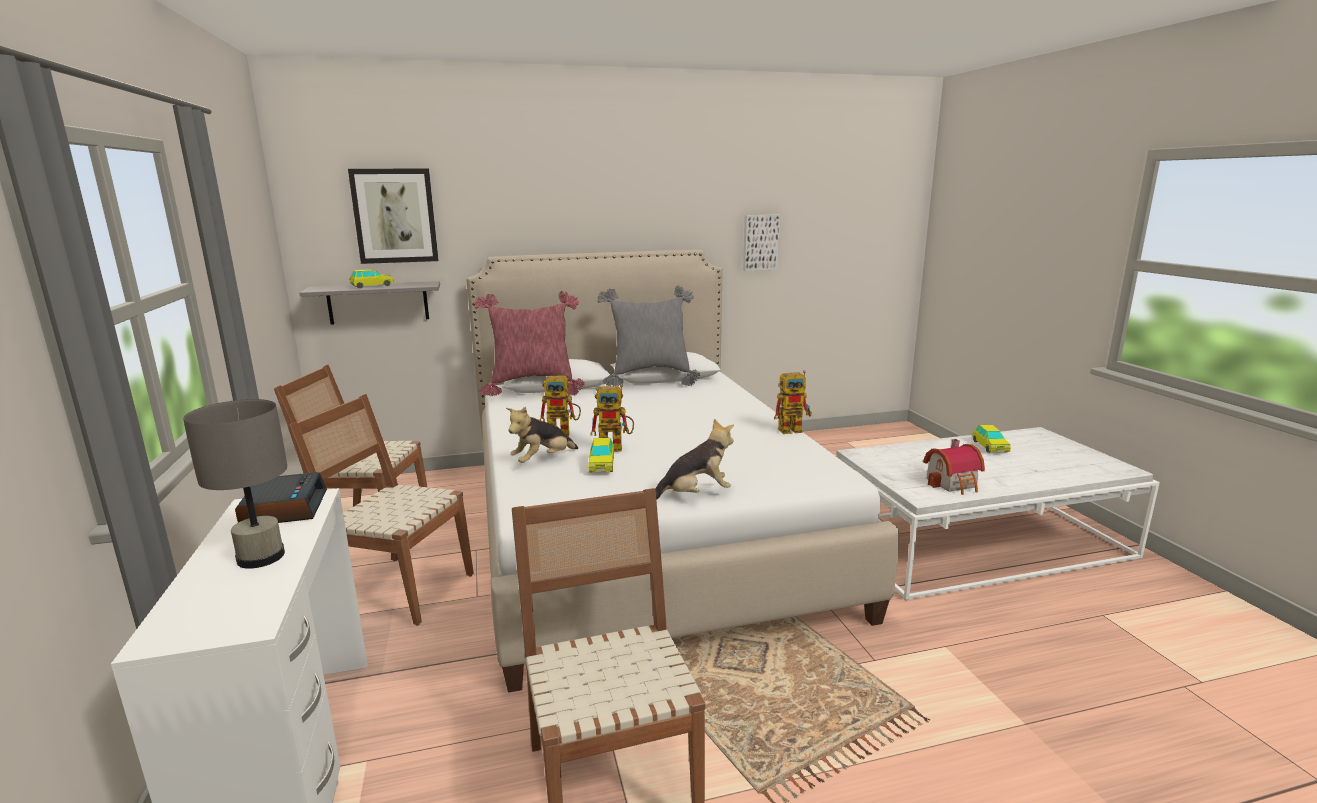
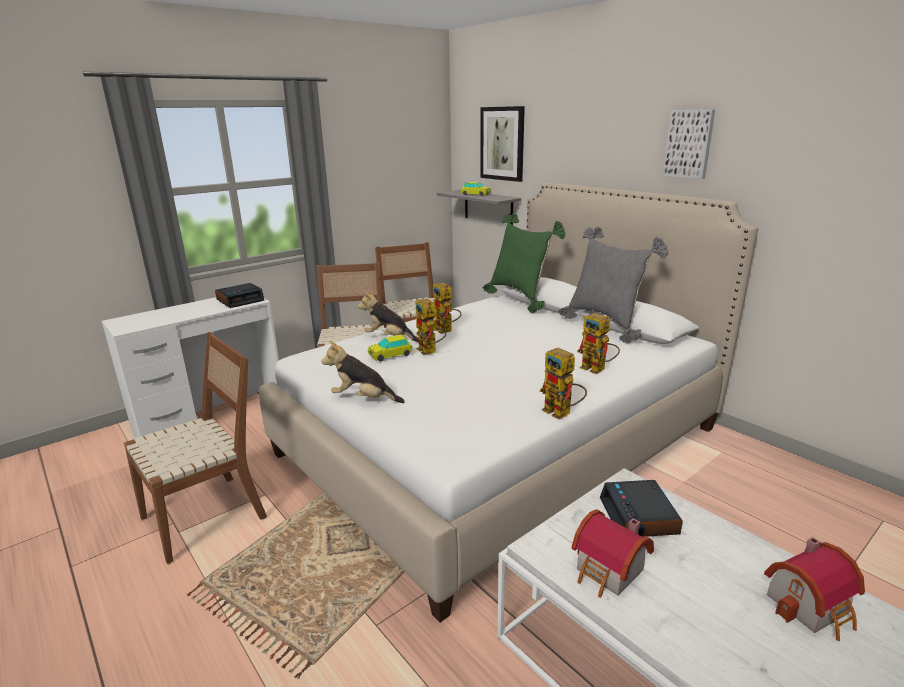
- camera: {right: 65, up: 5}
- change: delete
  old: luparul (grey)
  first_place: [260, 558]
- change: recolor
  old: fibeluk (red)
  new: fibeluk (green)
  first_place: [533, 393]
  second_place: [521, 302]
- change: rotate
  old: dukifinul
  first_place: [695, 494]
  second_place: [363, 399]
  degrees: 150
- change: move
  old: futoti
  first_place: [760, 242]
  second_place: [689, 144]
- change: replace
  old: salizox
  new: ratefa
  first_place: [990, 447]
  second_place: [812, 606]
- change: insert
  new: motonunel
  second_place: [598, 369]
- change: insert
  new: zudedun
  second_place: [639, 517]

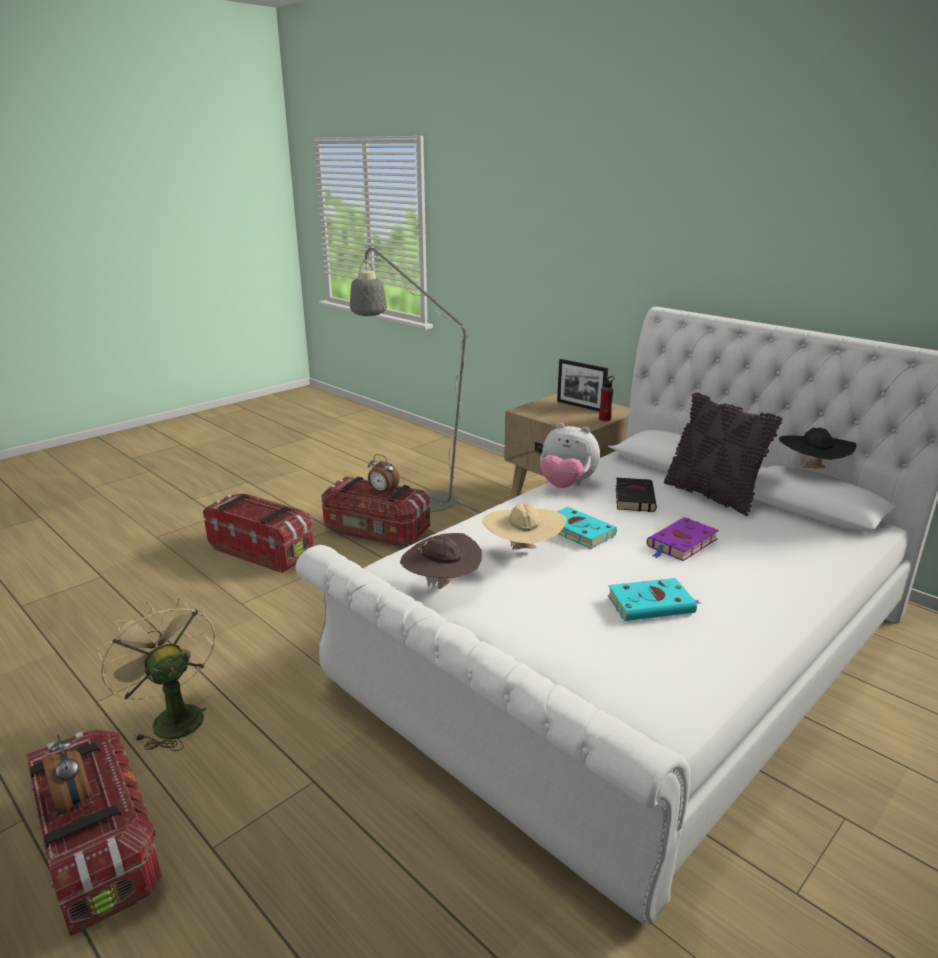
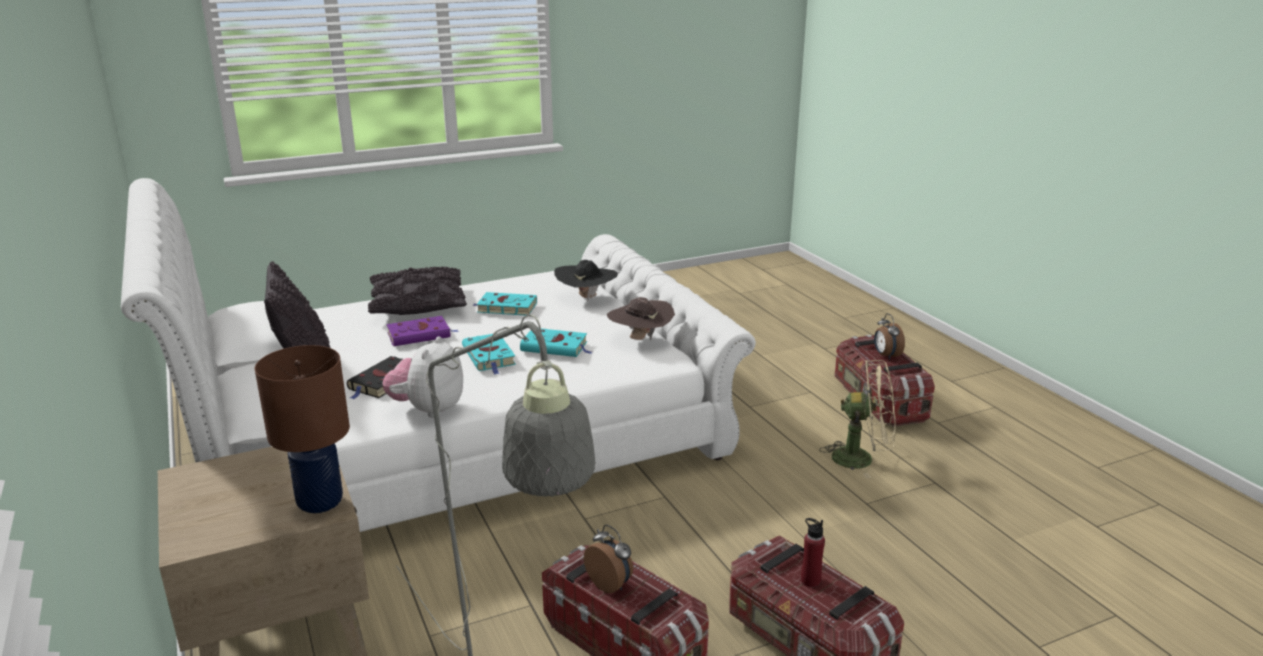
- camera: {right: -160, up: 0}
- change: rotate
  old: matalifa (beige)
  first_place: [172, 717]
  second_place: [861, 458]
  degrees: -60
- change: replace
  old: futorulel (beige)
  new: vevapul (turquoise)
  first_place: [523, 551]
  second_place: [556, 347]
- change: rotate
  old: dukifinul
  first_place: [566, 485]
  second_place: [428, 410]
  degrees: -120
- change: delete
  old: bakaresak
  first_place: [580, 406]
- change: move
  old: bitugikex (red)
  first_place: [604, 419]
  second_place: [810, 580]
- change: move
  old: futorulel (black)
  first_place: [811, 470]
  second_place: [586, 298]
- change: insert
  new: luparul (brown)
  second_place: [320, 505]
- change: insert
  new: fibeluk (black)
  second_place: [418, 305]

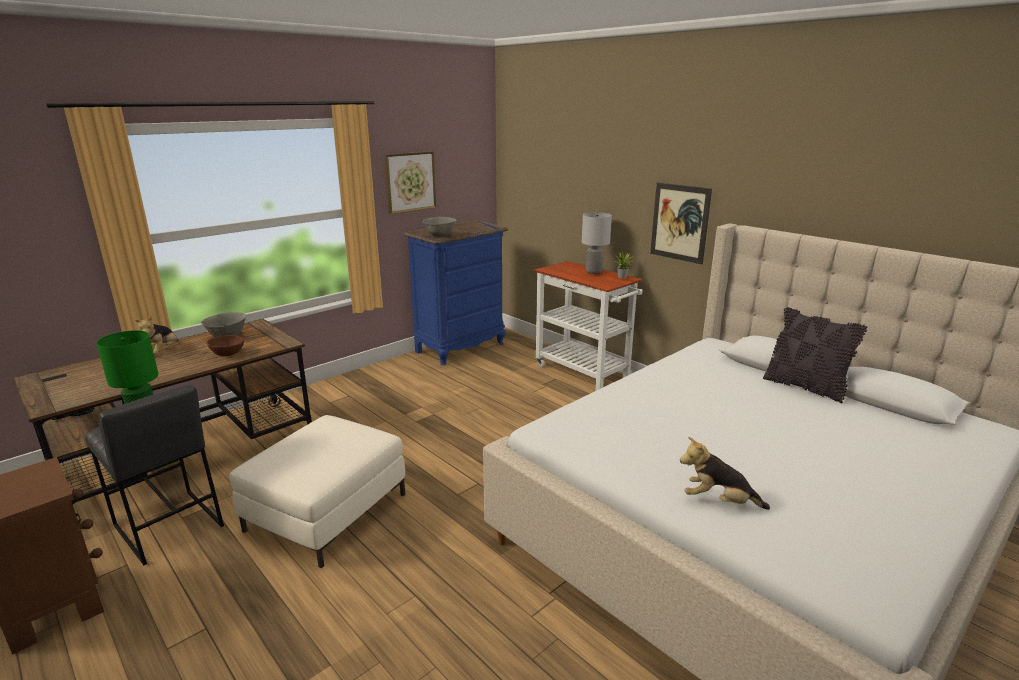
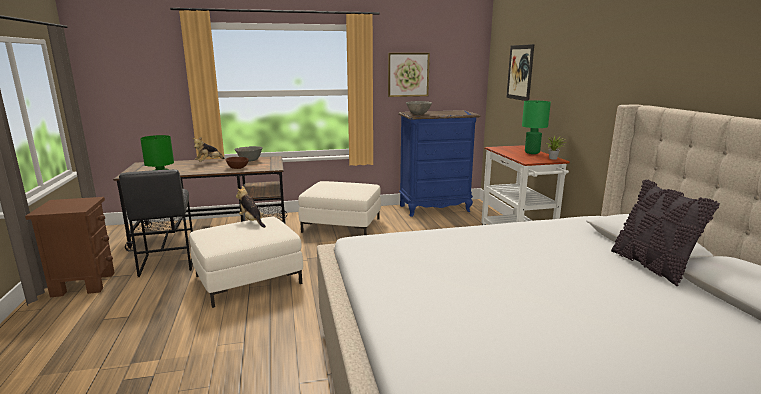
- camera: {right: 30, up: -5}
- change: recolor
  old: luparul (grey)
  new: luparul (green)
  first_place: [593, 273]
  second_place: [532, 153]
- change: move
  old: futoti
  first_place: [679, 222]
  second_place: [520, 72]
- change: move
  old: dukifinul
  first_place: [718, 501]
  second_place: [252, 221]
- change: insert
  new: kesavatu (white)
  second_place: [341, 225]

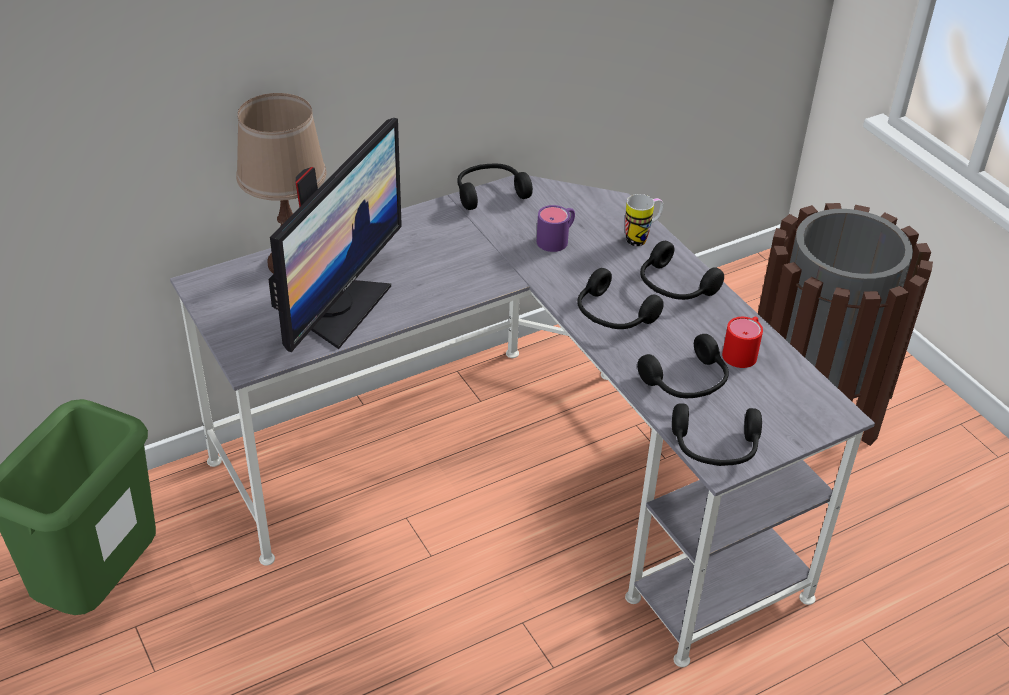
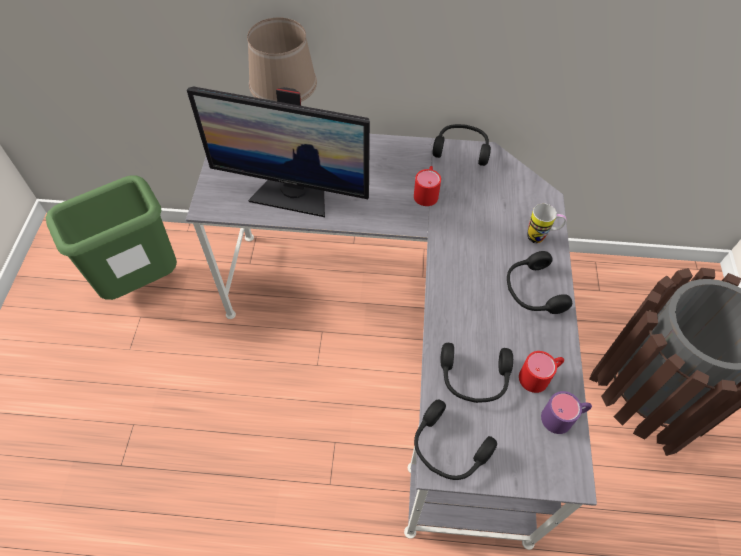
- camera: {right: 35, up: 15}
- change: rotate
  old: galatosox
  first_place: [341, 309]
  second_place: [292, 194]
  degrees: 45
- change: move
  old: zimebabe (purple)
  first_place: [557, 239]
  second_place: [563, 417]
- change: delete
  old: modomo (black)
  first_place: [612, 315]
- change: insert
  new: zimebabe (red)
  second_place: [427, 192]

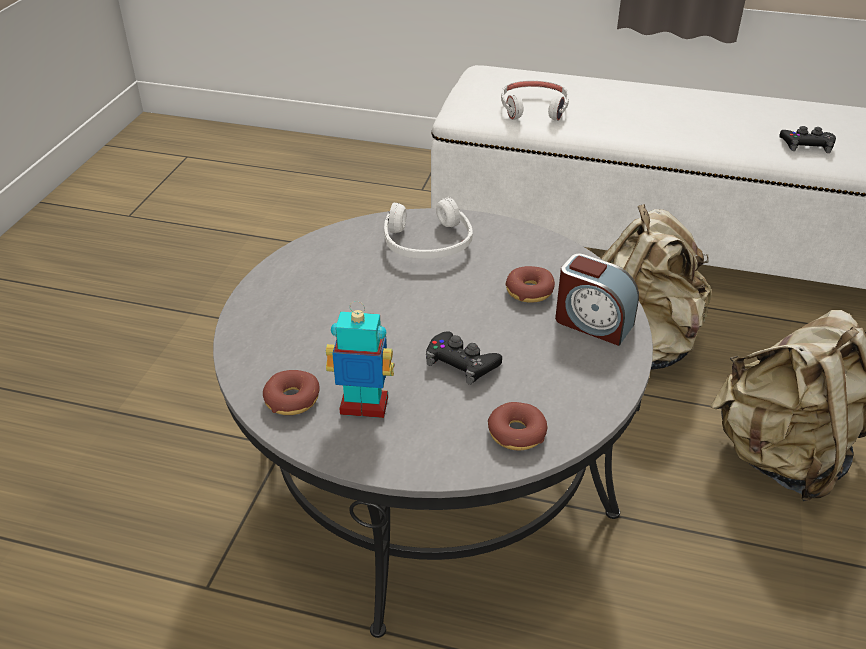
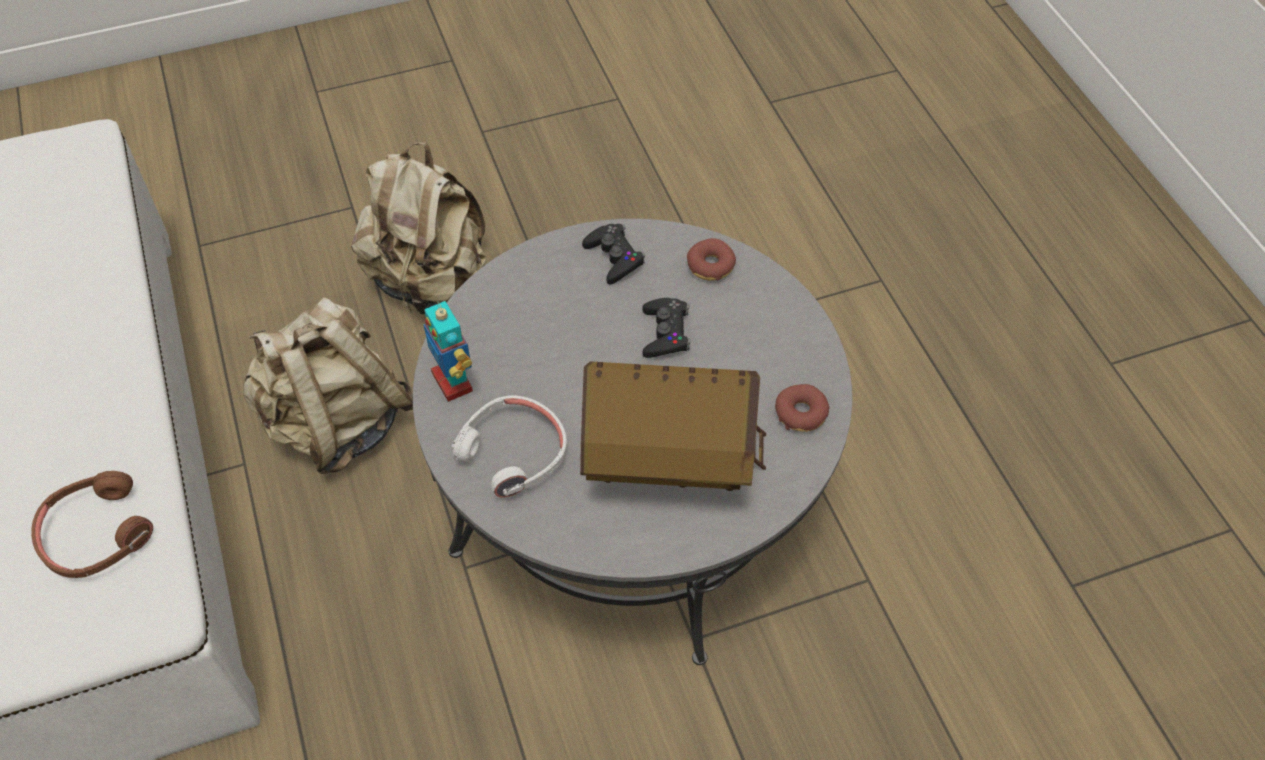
- camera: {right: -125, up: 15}
- change: move
  old: motonunel
  first_place: [364, 407]
  second_place: [453, 381]
- change: recolor
  old: modomo (white)
  new: modomo (brown)
  first_place: [534, 108]
  second_place: [96, 533]
- change: delete
  old: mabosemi
  first_place: [529, 291]
- change: delete
  old: zudedun
  first_place: [592, 323]
- change: move
  old: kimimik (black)
  first_place: [806, 145]
  second_place: [614, 257]
- change: insert
  new: ratefa
  second_place: [669, 461]

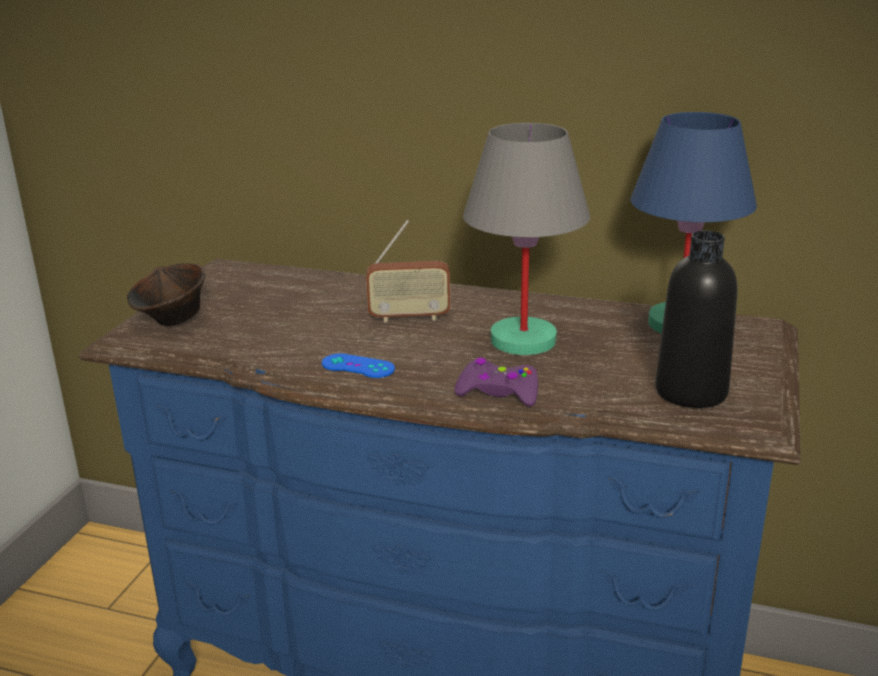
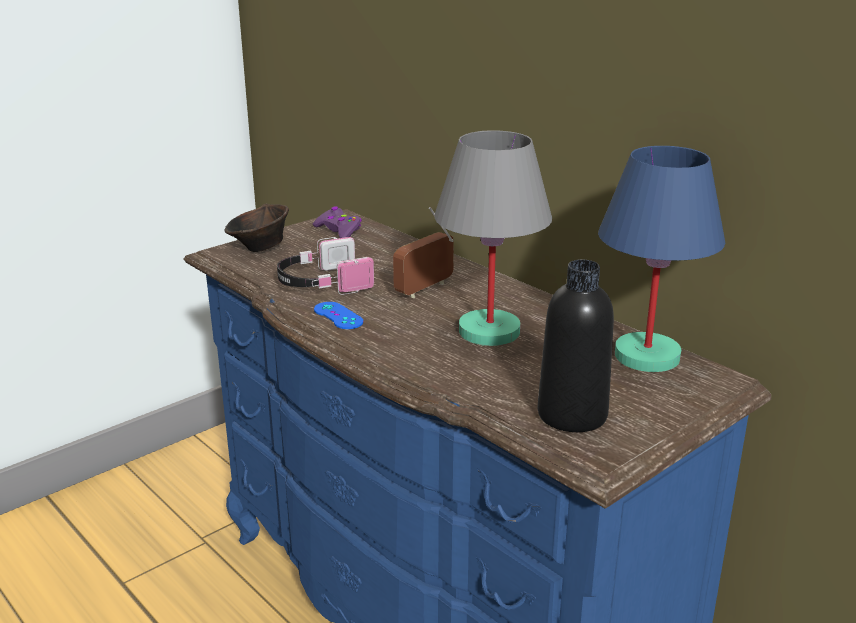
- camera: {right: 30, up: 0}
- change: rotate
  old: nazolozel
  first_place: [409, 317]
  second_place: [424, 289]
  degrees: 105
- change: move
  old: kimimik (purple)
  first_place: [498, 392]
  second_place: [338, 230]
- change: insert
  new: modomo
  second_place: [322, 283]

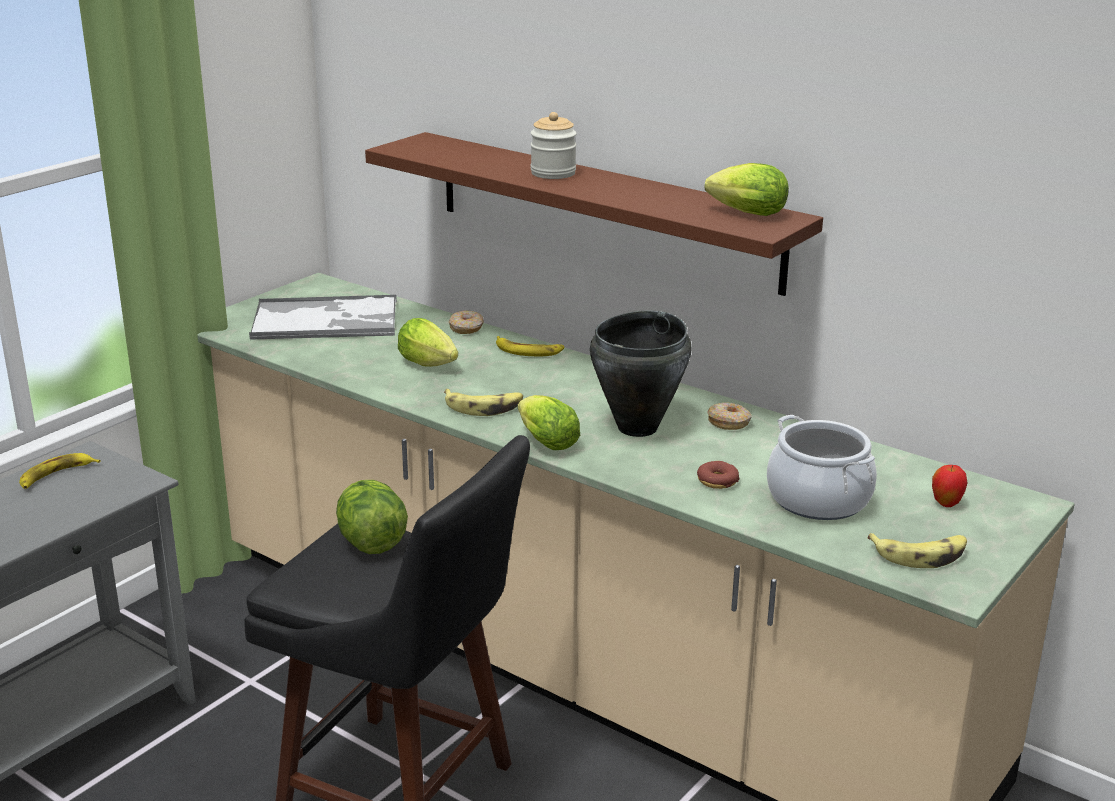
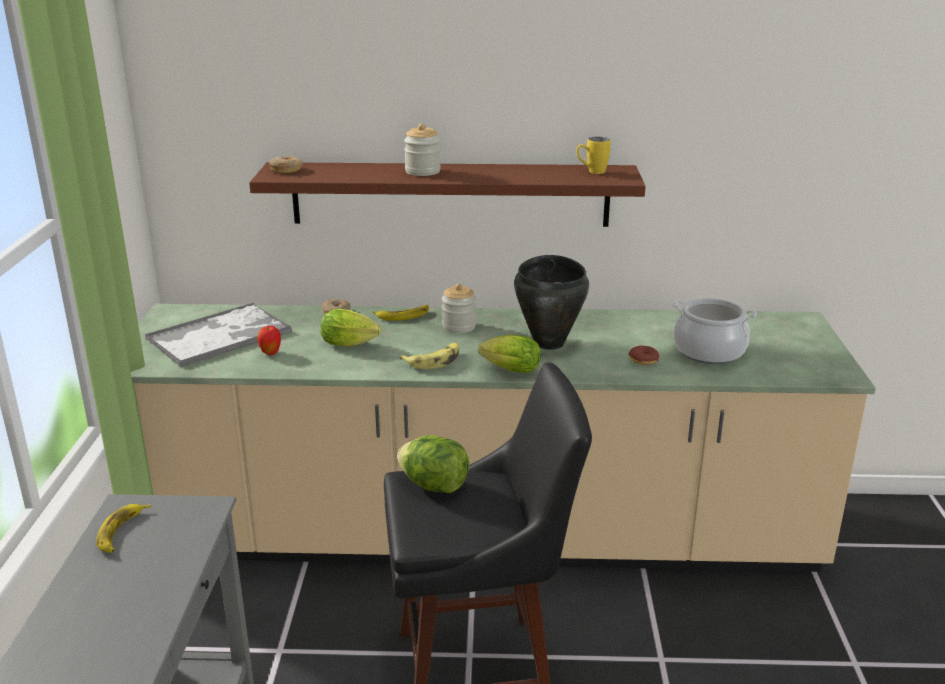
- camera: {right: -35, up: 0}
- change: replace
  old: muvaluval
  new: zimebabe (yellow)
  first_place: [743, 213]
  second_place: [591, 172]
- change: move
  old: mabosemi
  first_place: [729, 423]
  second_place: [286, 170]
- change: delete
  old: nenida
  first_place: [920, 555]
- change: move
  old: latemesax
  first_place: [946, 504]
  second_place: [270, 353]
- change: insert
  new: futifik
  second_place: [459, 326]

